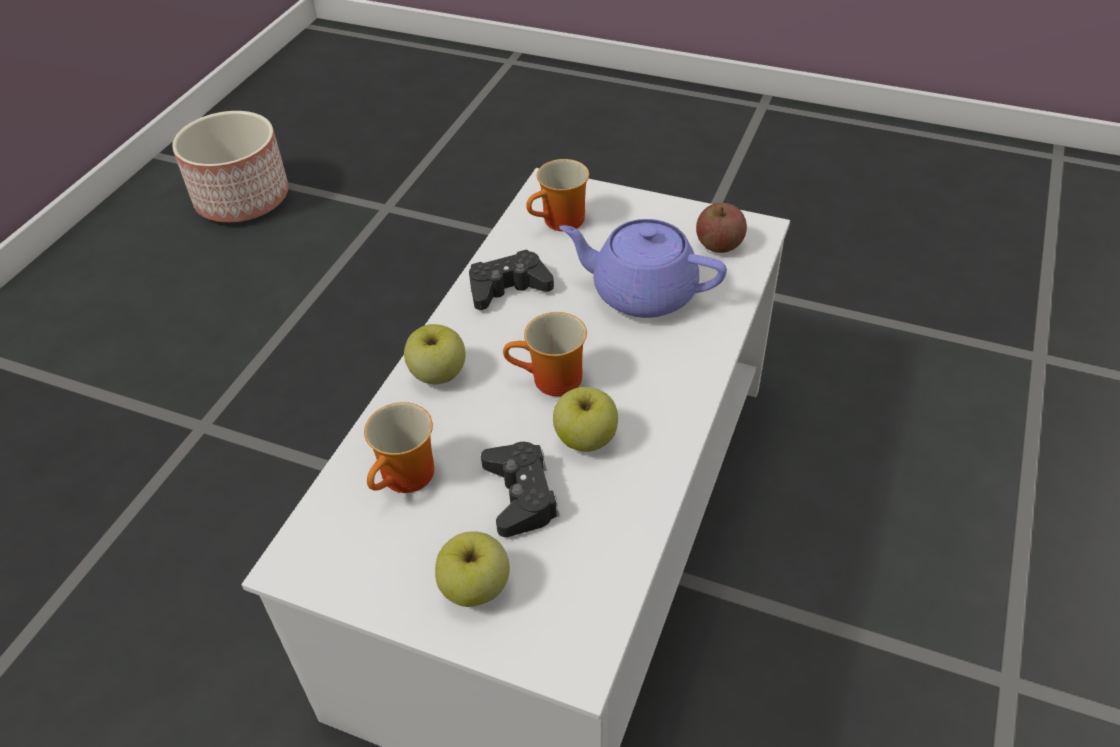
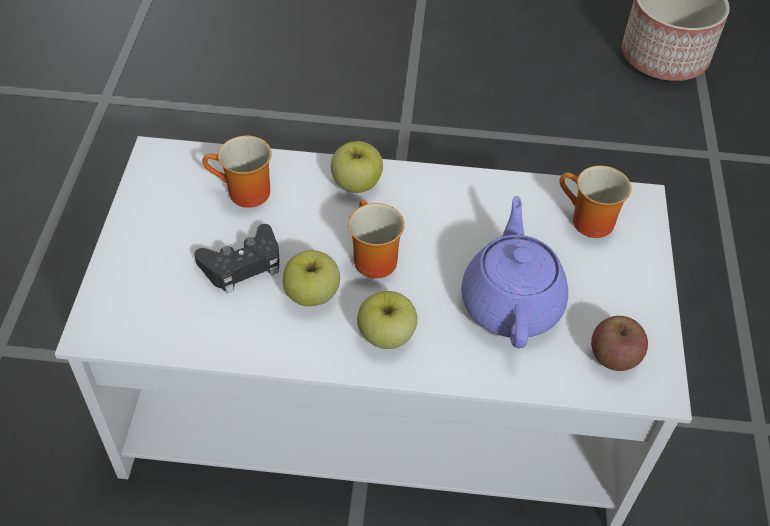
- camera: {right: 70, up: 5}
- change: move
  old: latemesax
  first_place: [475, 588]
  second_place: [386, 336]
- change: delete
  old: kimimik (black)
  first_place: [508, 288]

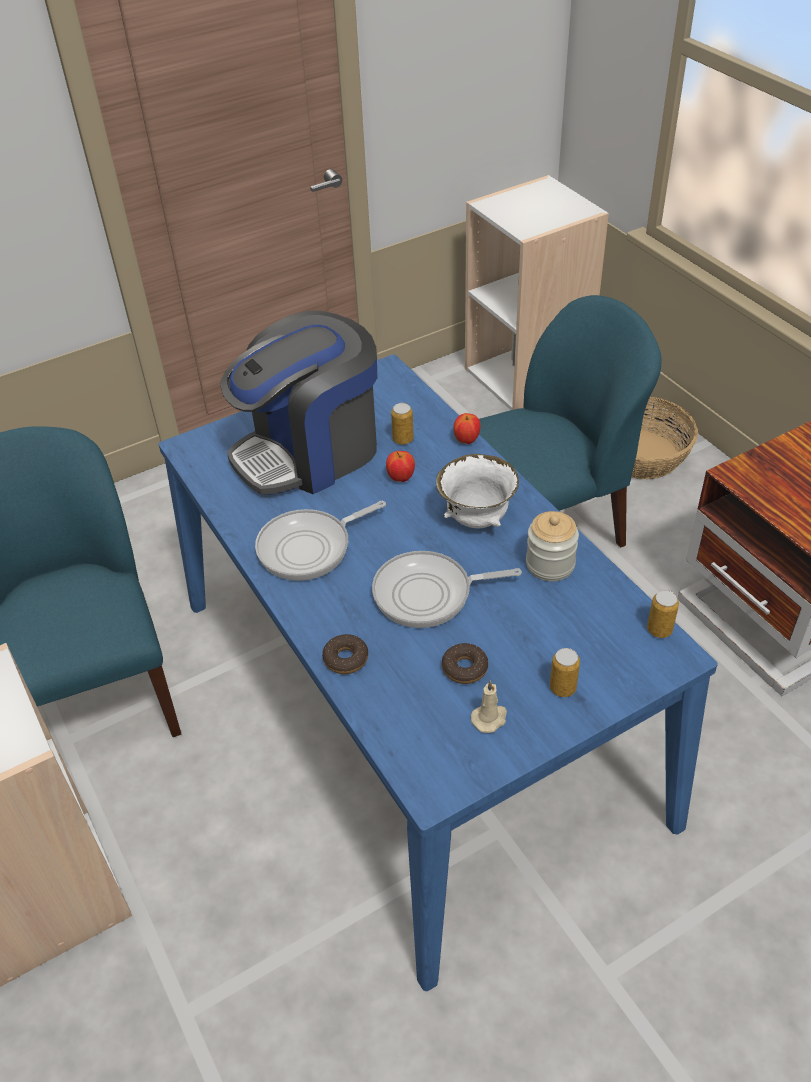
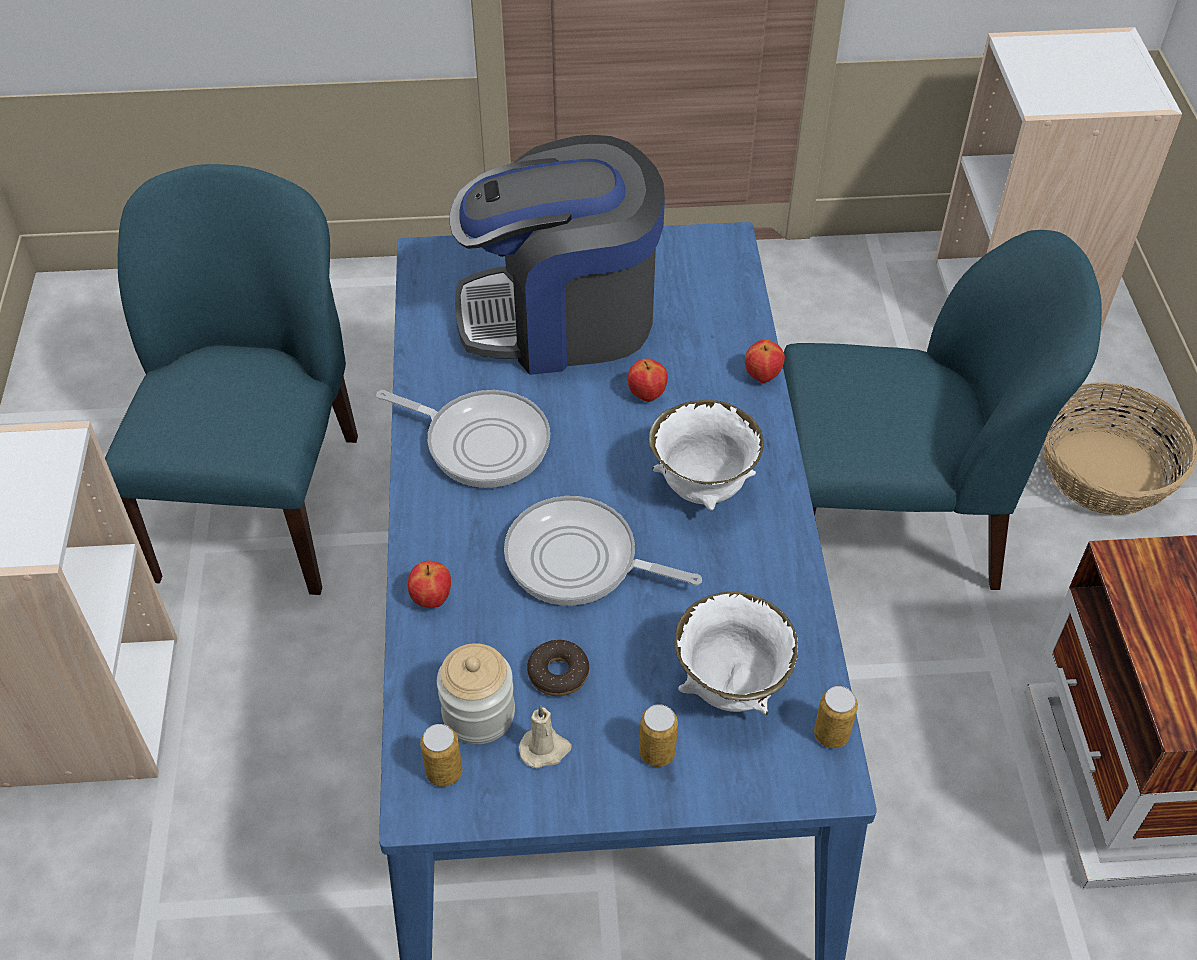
- camera: {right: 25, up: 5}
- change: rotate
  old: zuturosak
  first_place: [310, 548]
  second_place: [481, 442]
  degrees: -150
- change: replace
  old: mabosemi
  new: latemesax
  first_place: [346, 659]
  second_place: [431, 599]
- change: move
  old: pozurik
  first_place: [403, 439]
  second_place: [444, 772]
- change: move
  old: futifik
  first_place: [550, 564]
  second_place: [478, 714]
- change: insert
  new: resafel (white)
  second_place: [729, 688]

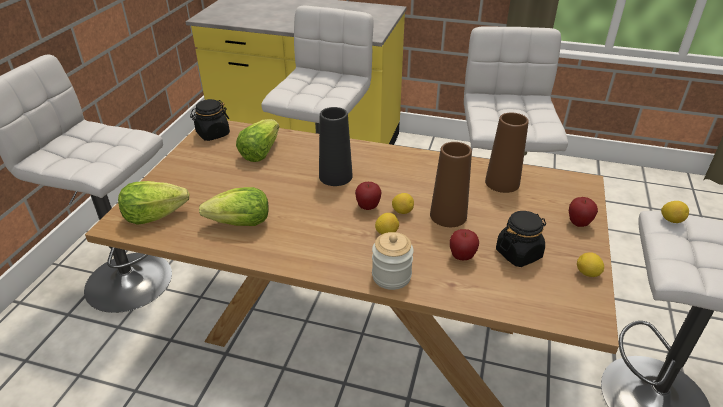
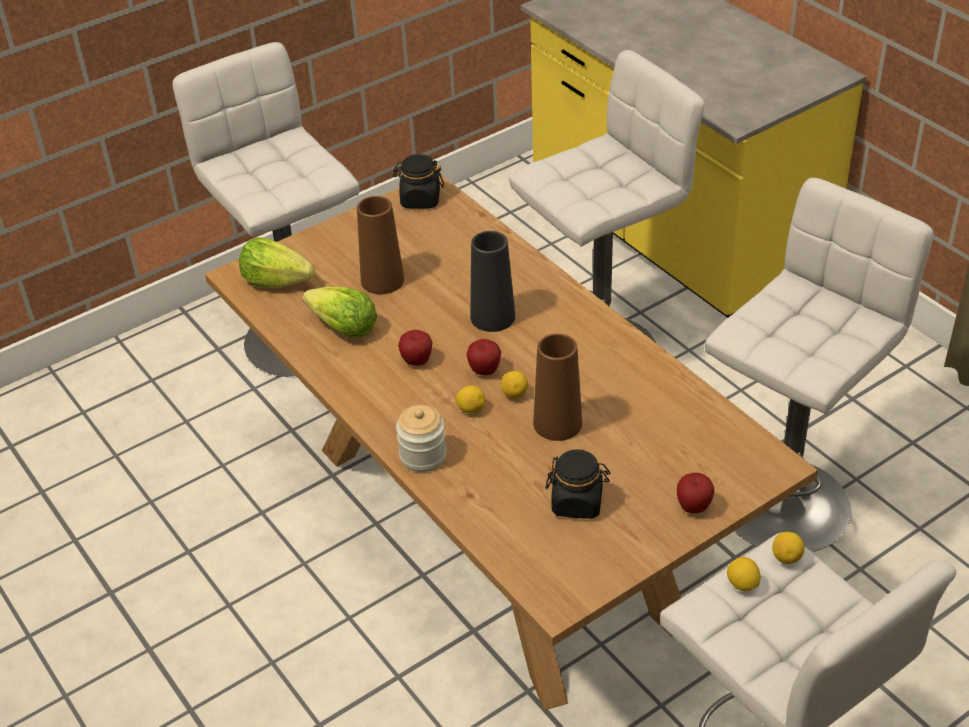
- camera: {right: 40, up: 5}
- change: delete
  old: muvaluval
  first_place: [260, 152]
- change: move
  old: latemesax
  first_place: [462, 257]
  second_place: [417, 362]
- change: move
  old: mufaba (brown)
  first_place: [502, 182]
  second_place: [382, 280]
- change: move
  old: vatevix
  first_place: [587, 273]
  second_place: [742, 584]

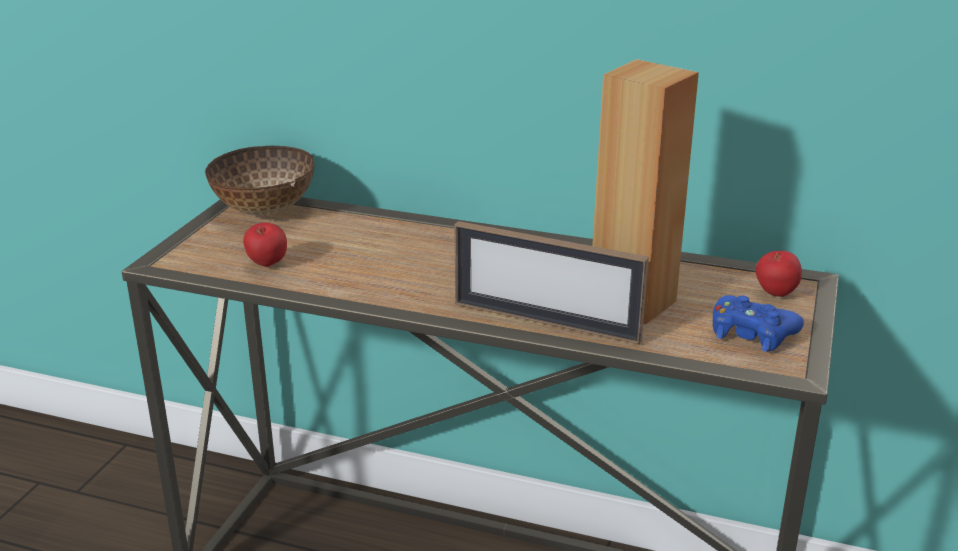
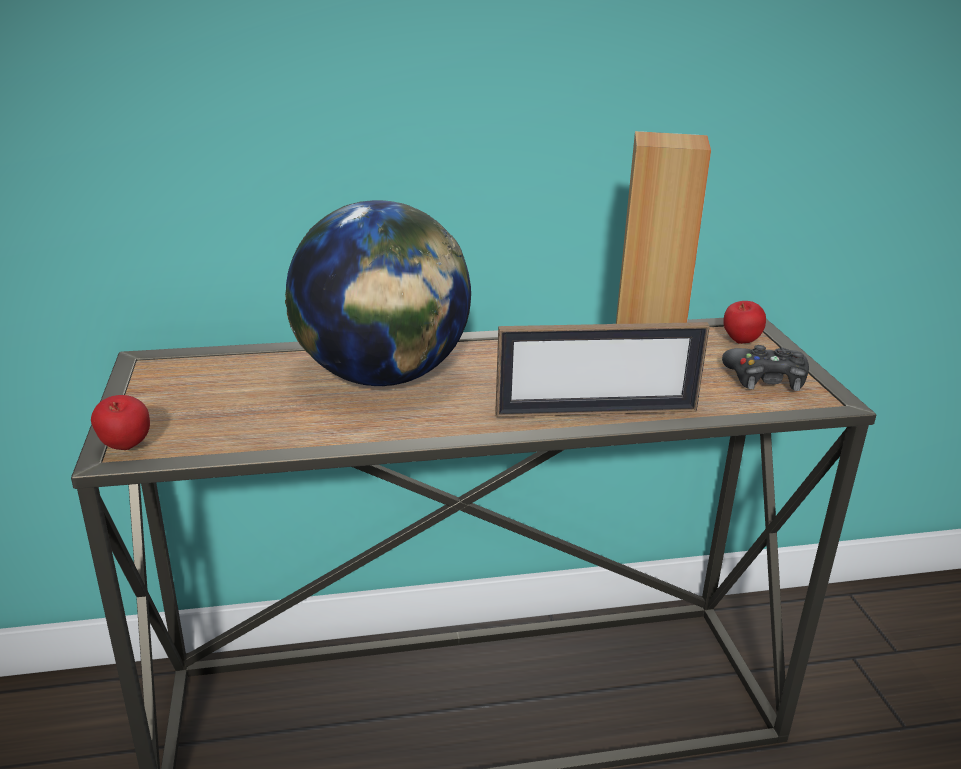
- camera: {right: -30, up: 0}
- change: delete
  old: resafel
  first_place: [263, 210]
- change: move
  old: latemesax
  first_place: [267, 265]
  second_place: [125, 448]
- change: recolor
  old: kimimik (blue)
  new: kimimik (black)
  first_place: [751, 333]
  second_place: [766, 378]
- change: insert
  new: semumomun
  second_place: [382, 377]

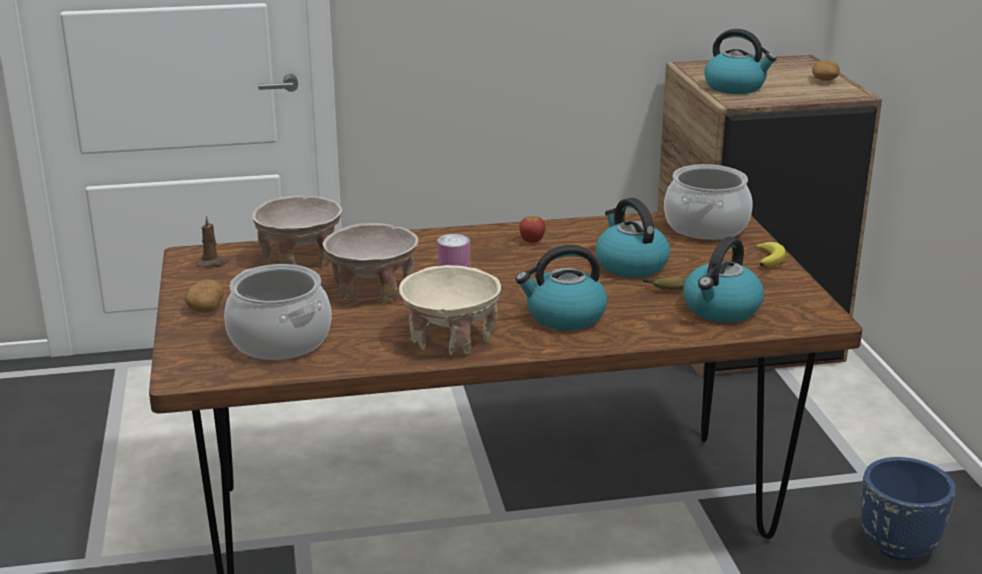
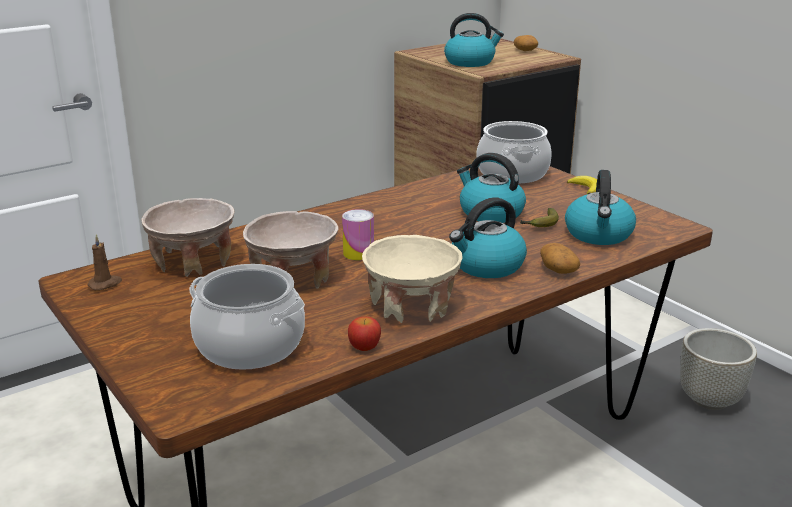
- camera: {right: -25, up: 0}
- change: move
  old: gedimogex
  first_place: [205, 307]
  second_place: [557, 269]
- change: move
  old: latemesax
  first_place: [532, 241]
  second_place: [364, 347]
- change: recolor
  old: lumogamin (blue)
  new: lumogamin (grey)
  first_place: [897, 547]
  second_place: [708, 400]

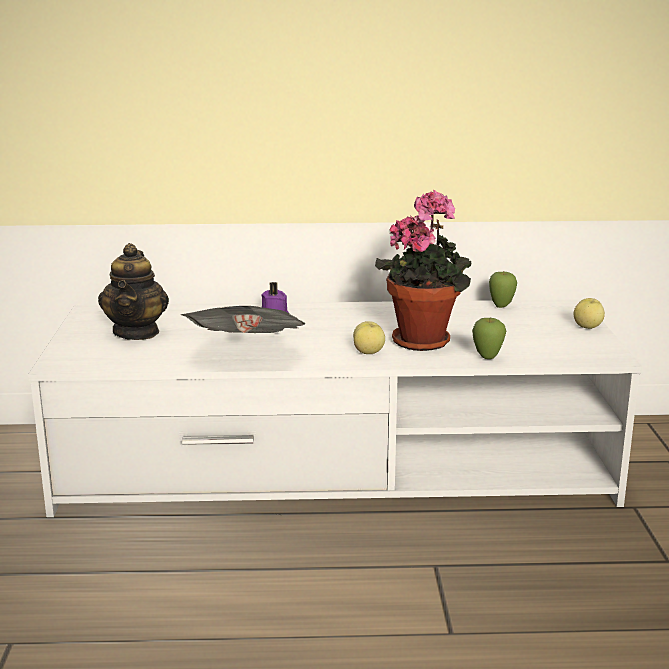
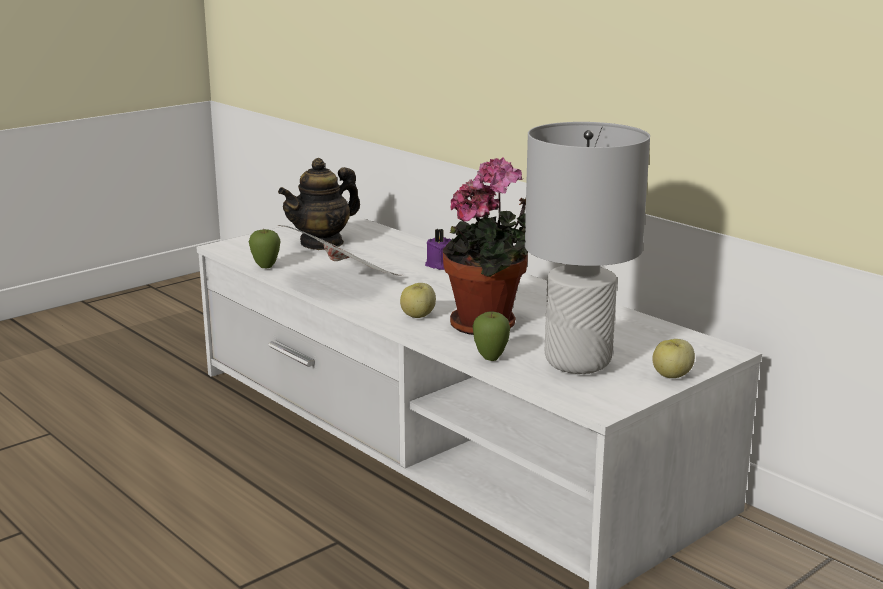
- camera: {right: 50, up: 0}
- change: move
  old: latemesax
  first_place: [501, 306]
  second_place: [266, 268]
- change: insert
  new: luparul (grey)
  second_place: [578, 366]

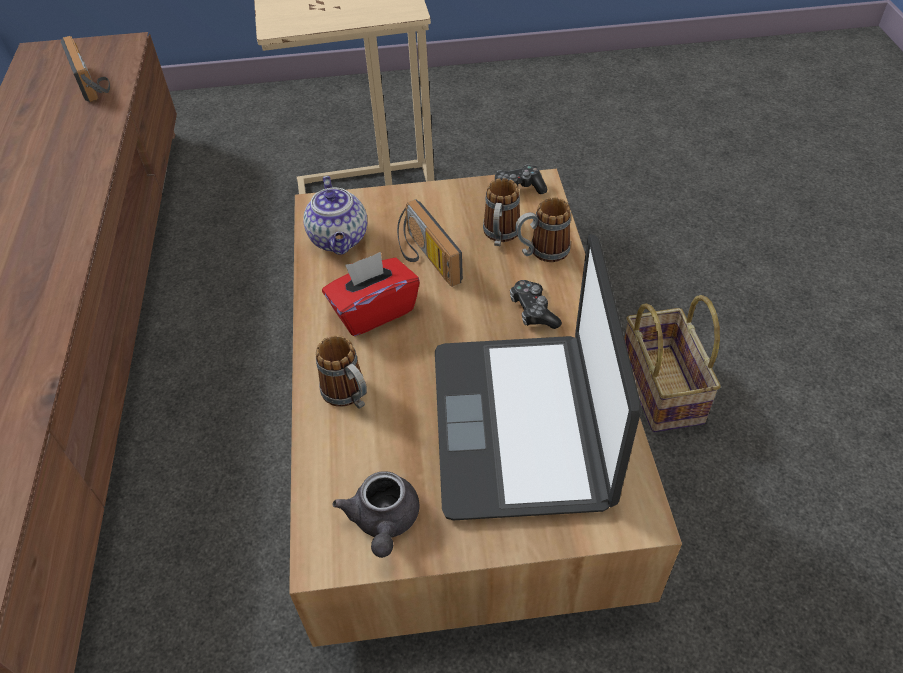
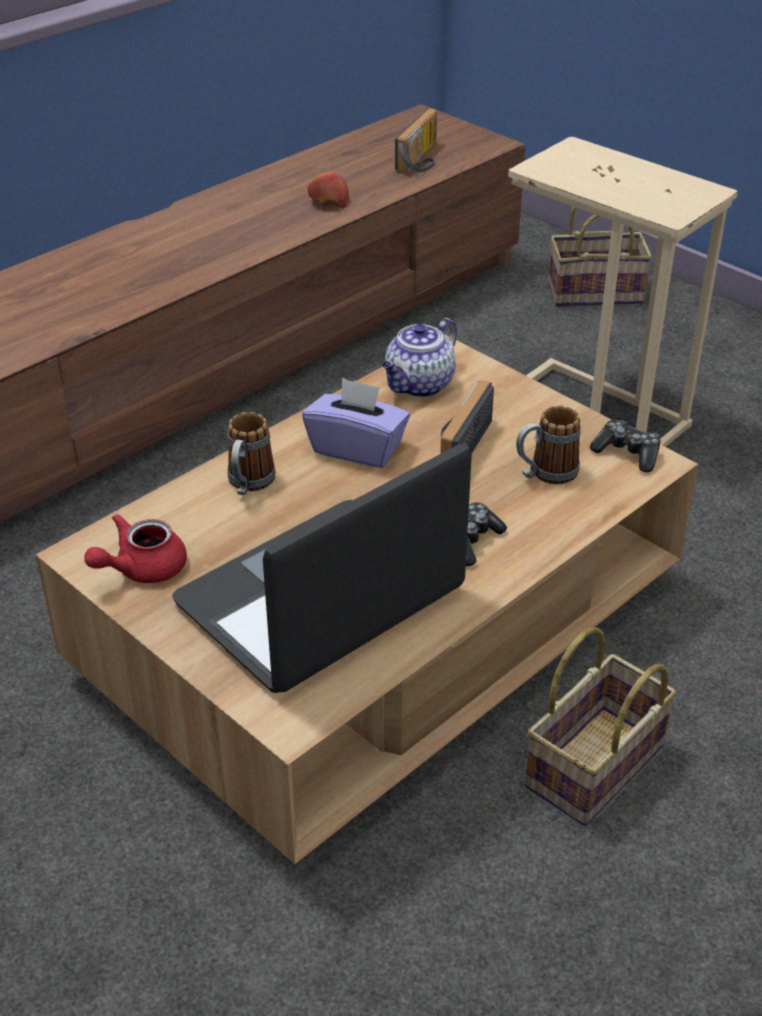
- camera: {right: 50, up: -10}
- change: recolor
  old: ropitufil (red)
  new: ropitufil (purple)
  first_place: [373, 311]
  second_place: [357, 448]
- change: recolor
  old: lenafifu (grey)
  new: lenafifu (red)
  first_place: [384, 522]
  second_place: [141, 569]
- change: delete
  old: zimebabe
  first_place: [541, 252]
- change: insert
  new: latemesax
  second_place: [328, 201]
- change: insert
  new: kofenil
  second_place: [597, 292]

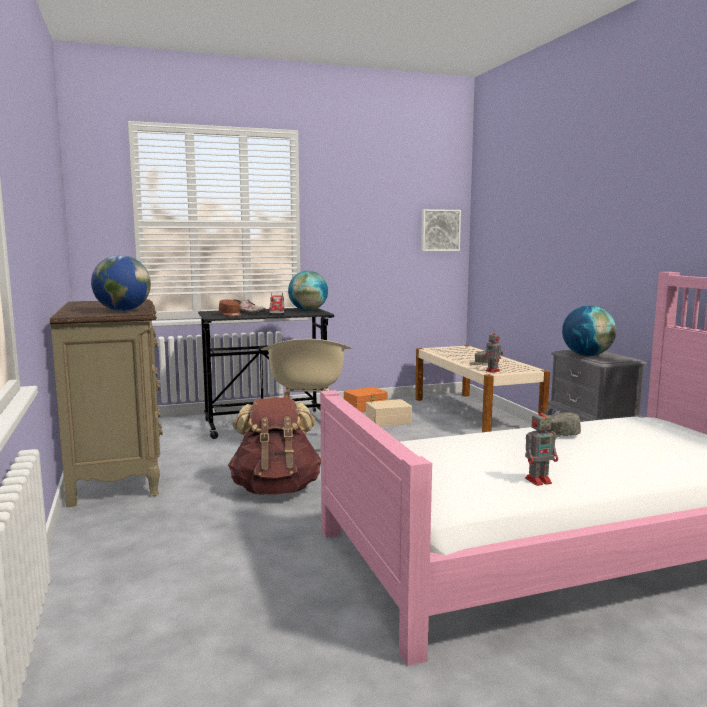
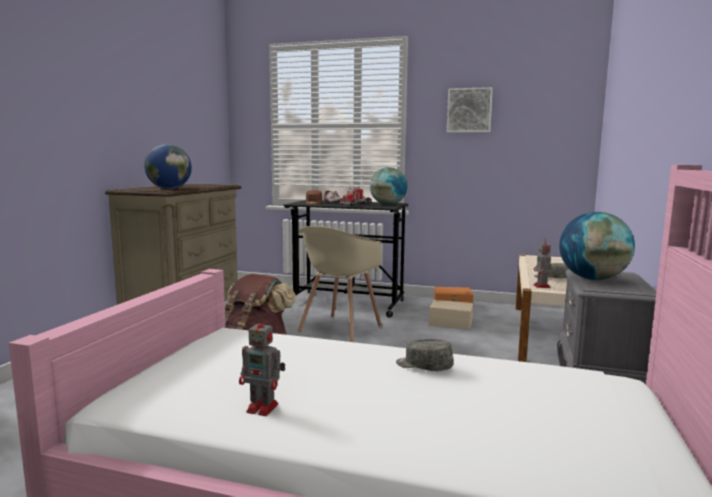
- camera: {right: 35, up: 0}
- change: move
  old: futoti
  first_place: [440, 230]
  second_place: [469, 110]

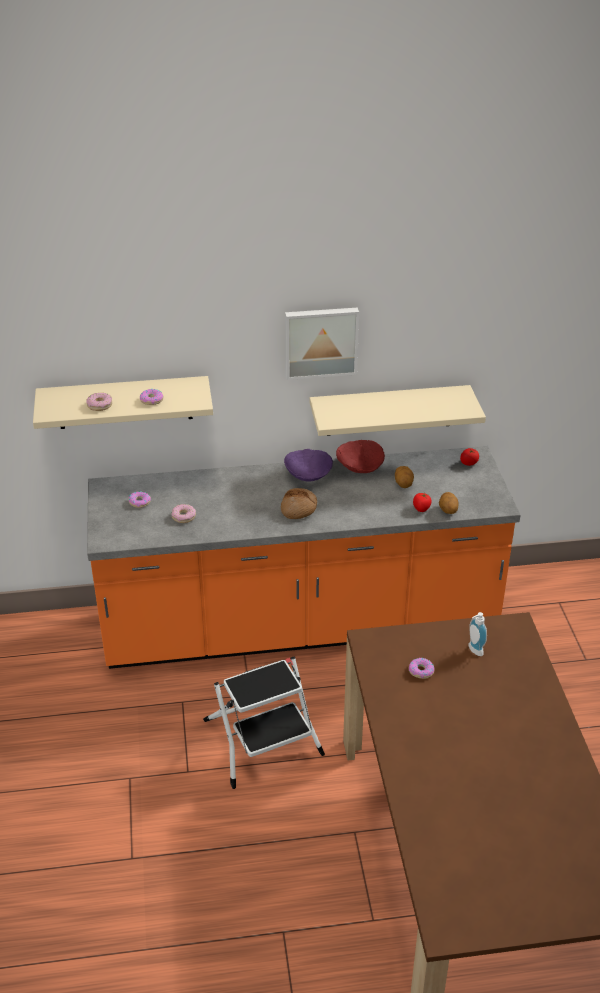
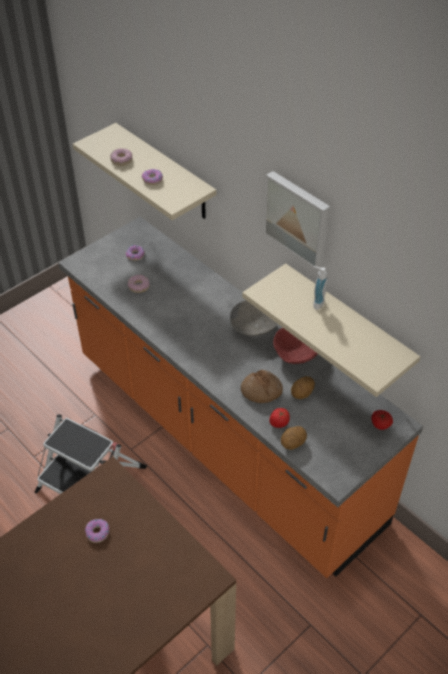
- camera: {right: 55, up: 10}
- change: move
  old: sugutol
  first_place: [298, 509]
  second_place: [261, 391]
- change: recolor
  old: resafel (purple)
  new: resafel (grey)
  first_place: [307, 476]
  second_place: [254, 327]
- change: move
  old: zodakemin
  first_place: [473, 650]
  second_place: [316, 302]

